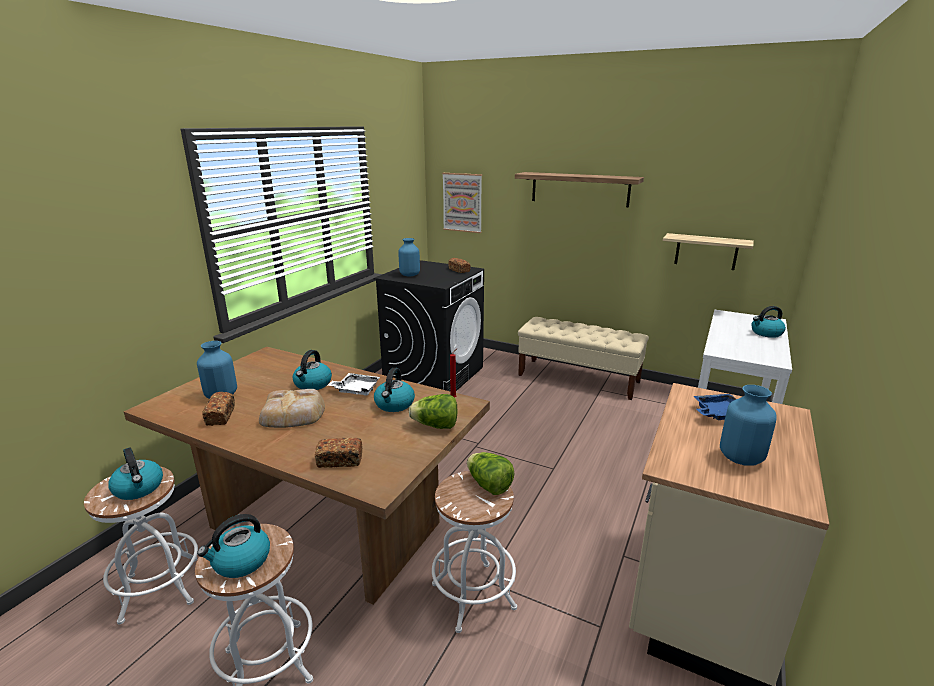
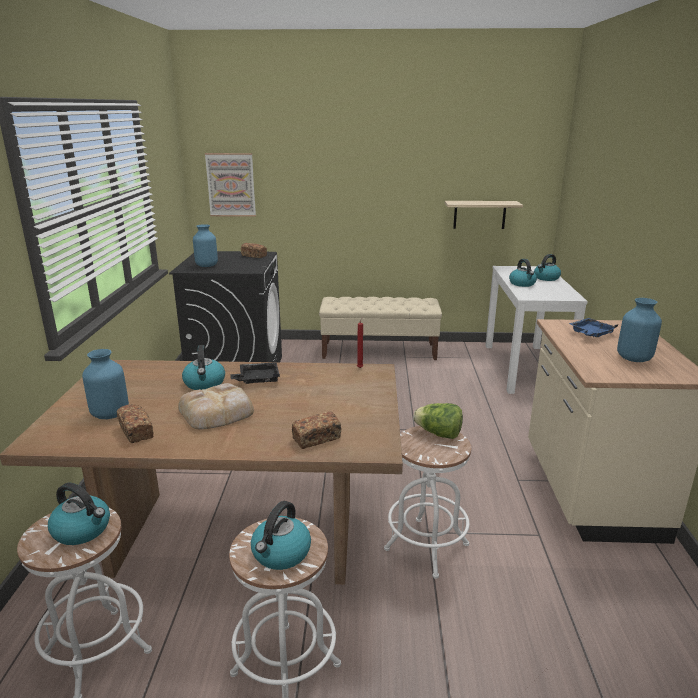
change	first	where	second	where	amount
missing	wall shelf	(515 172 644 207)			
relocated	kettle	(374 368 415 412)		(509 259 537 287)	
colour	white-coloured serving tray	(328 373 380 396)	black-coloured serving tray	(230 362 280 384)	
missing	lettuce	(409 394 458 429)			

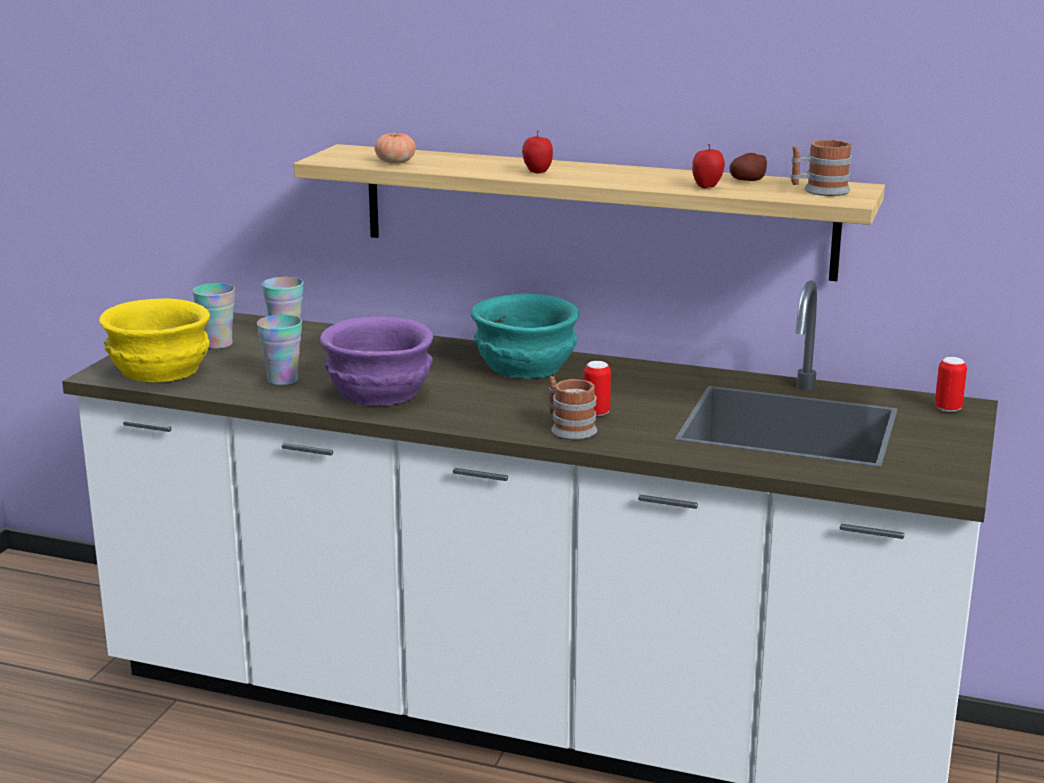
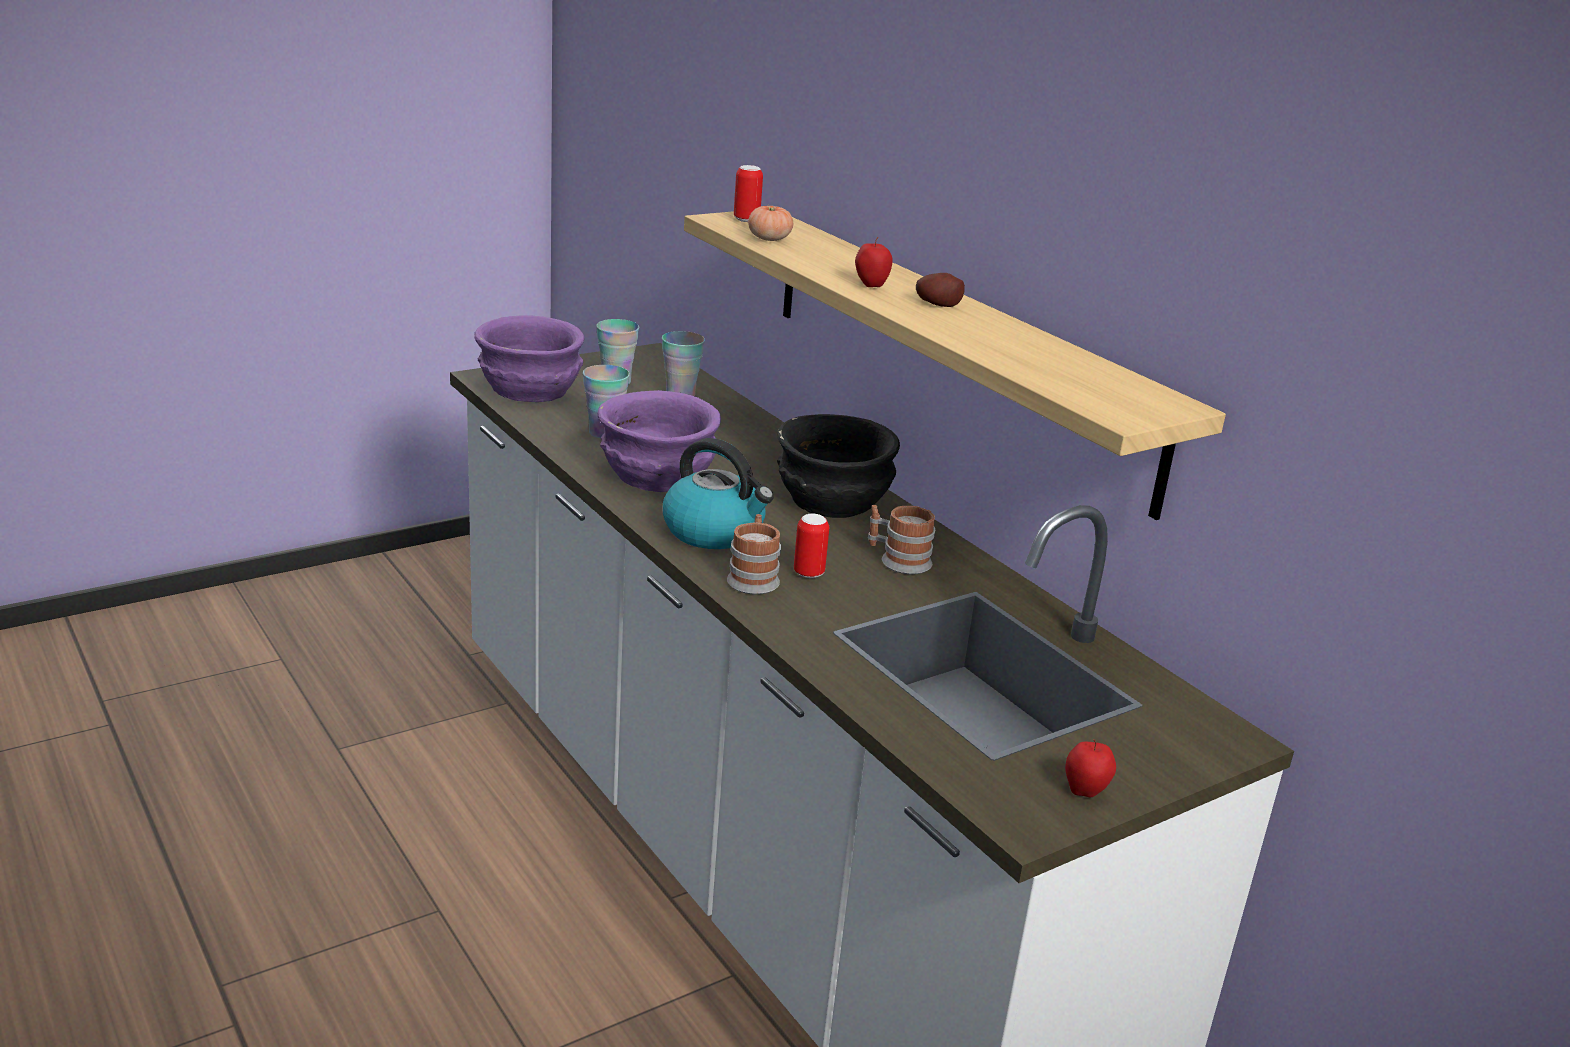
change	first	where	second	where	amount
relocated	mug	(790 139 852 196)		(868 505 935 574)	
relocated	apple	(692 144 725 188)		(1065 739 1116 797)	
relocated	whole potato	(729 153 767 181)		(916 273 965 307)	
colour	turquoise-coloured deep dish	(470 294 579 379)	black-coloured deep dish	(777 414 900 518)	
colour	yellow-coloured deep dish	(99 298 210 382)	purple deep dish	(474 315 584 402)	
relocated	sealed can	(935 357 967 412)		(734 165 763 222)	
appeared			kettle	(663 438 774 549)	

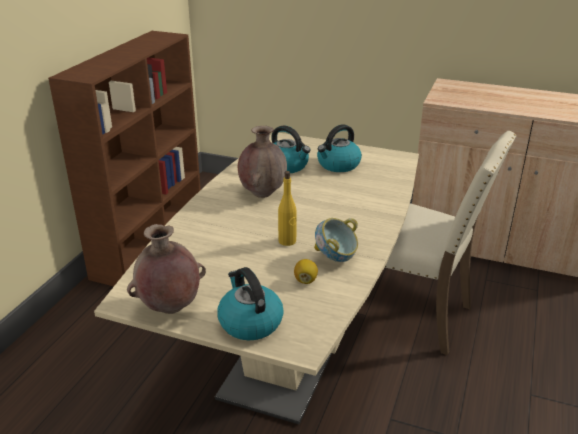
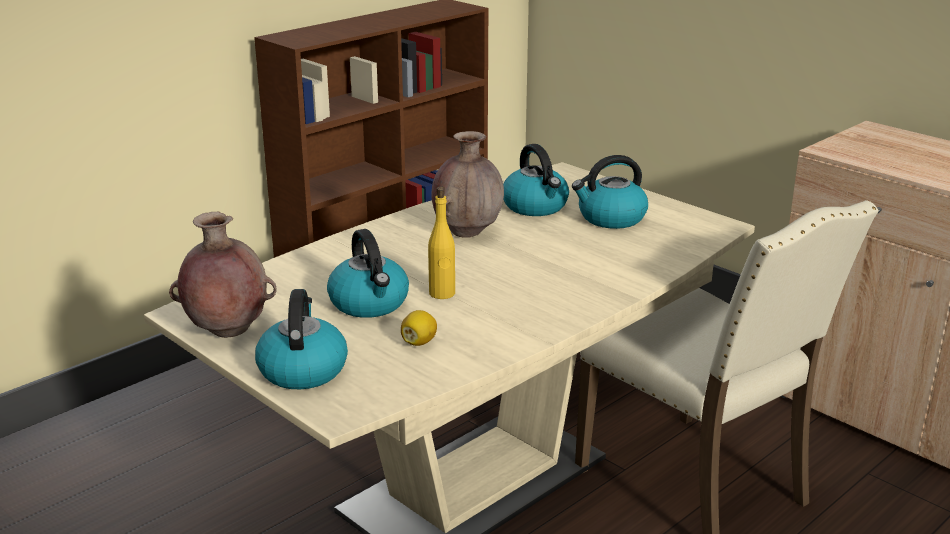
change	first	where	second	where	amount
missing	deep dish	(314 218 358 262)			
appeared			kettle	(327 229 409 318)	

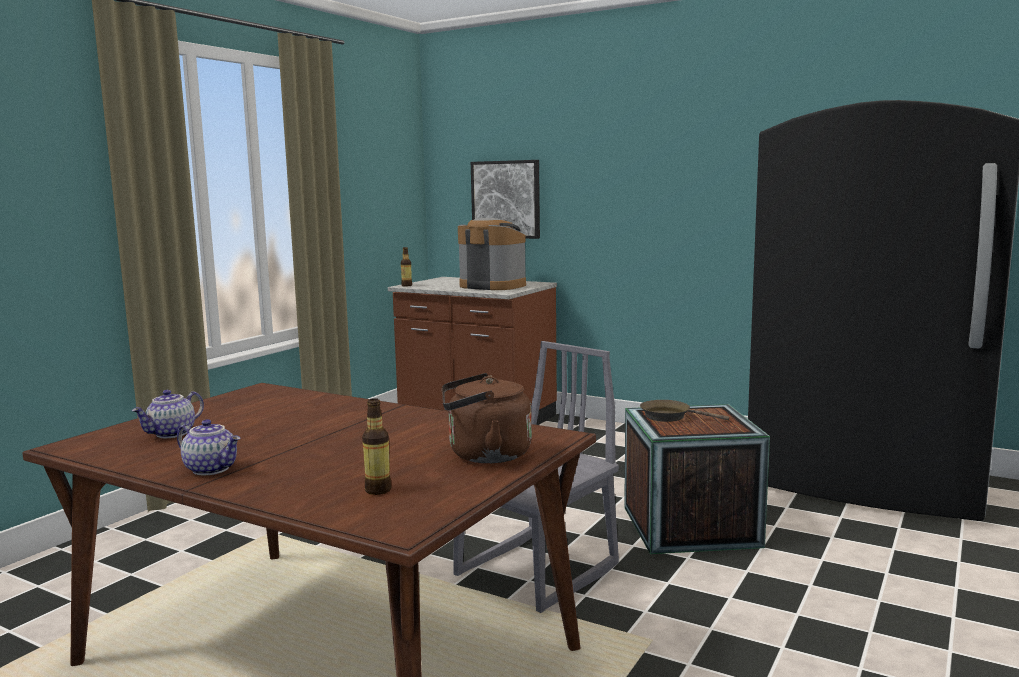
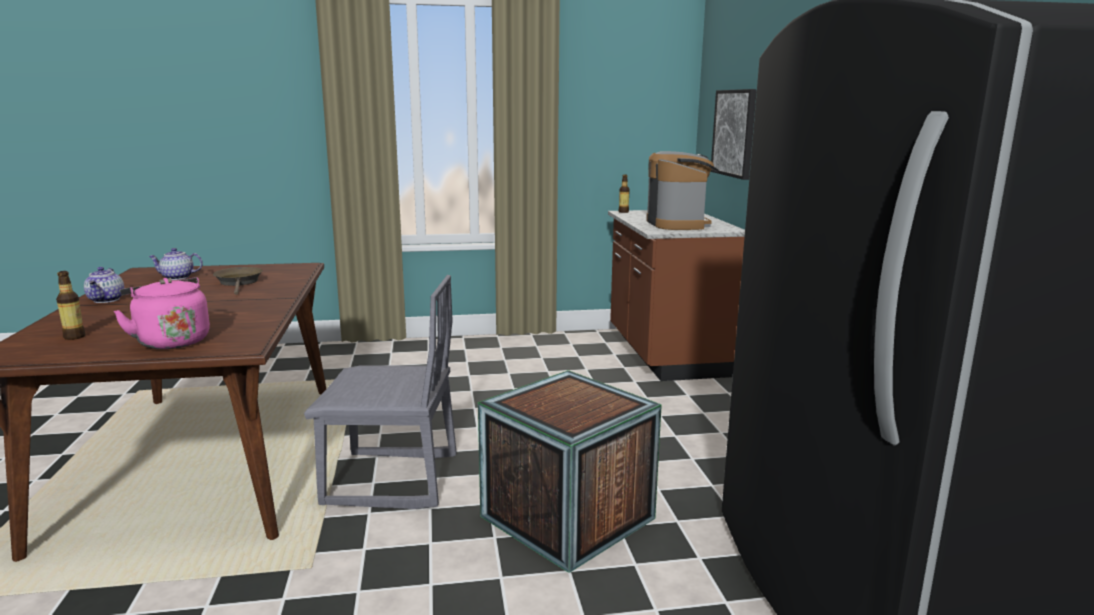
change	first	where	second	where	amount
colour	brown-coloured kettle	(442 373 532 463)	pinkish kettle	(113 277 210 349)	
relocated	brown-coloured skillet	(640 400 729 422)		(213 267 263 295)	

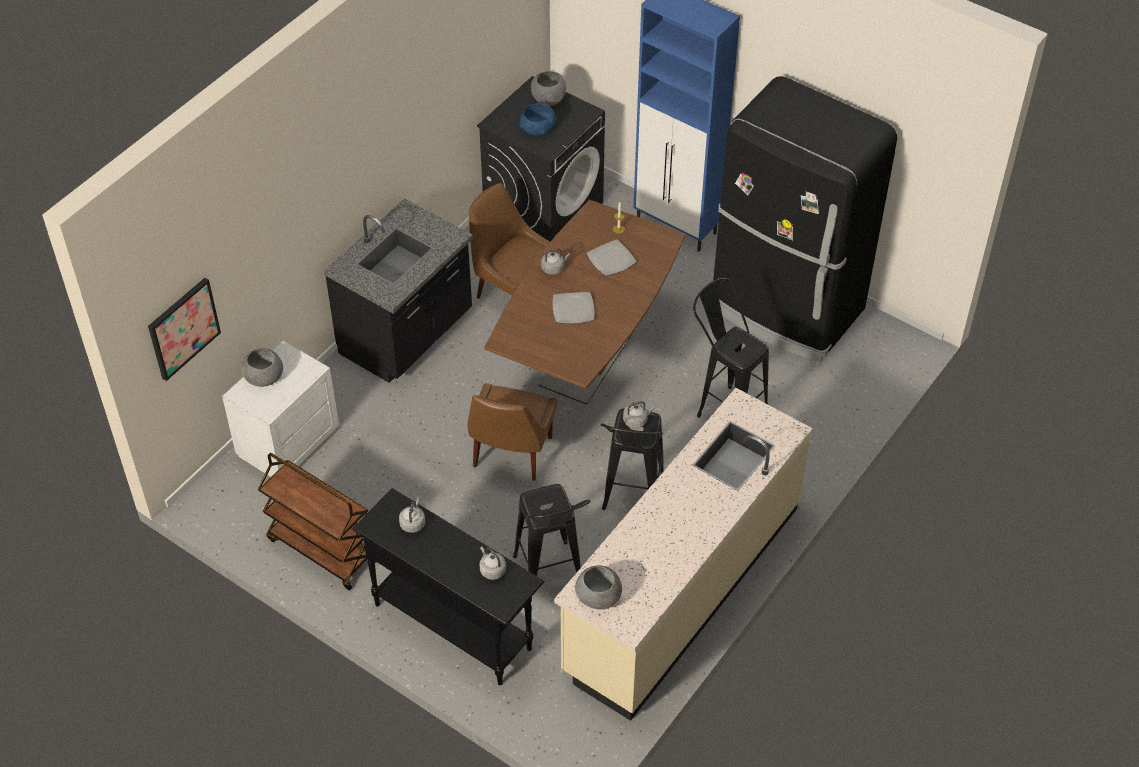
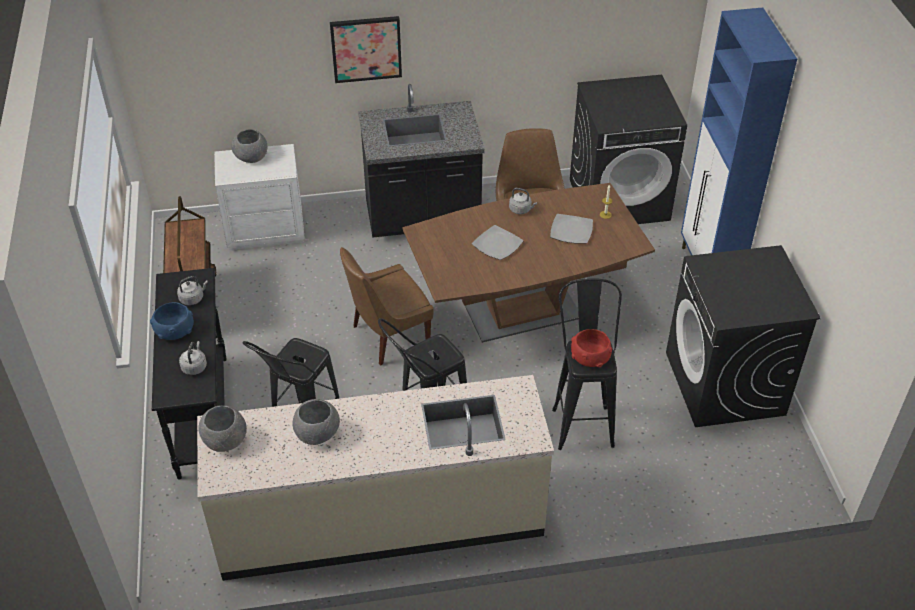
change	first	where	second	where	amount
relocated	greyish deep dish	(531 71 566 106)		(292 399 340 445)	
exchanged	black-coloured fridge	(713 76 897 362)	black-coloured laundry appliance	(666 245 821 427)	
relocated	blue-coloured deep dish	(520 103 557 136)		(150 302 194 340)	
relocated	wall art	(148 278 221 381)		(330 16 402 83)	
missing	greyish kettle	(623 401 655 428)			
appeared			red-coloured deep dish	(571 329 612 367)	

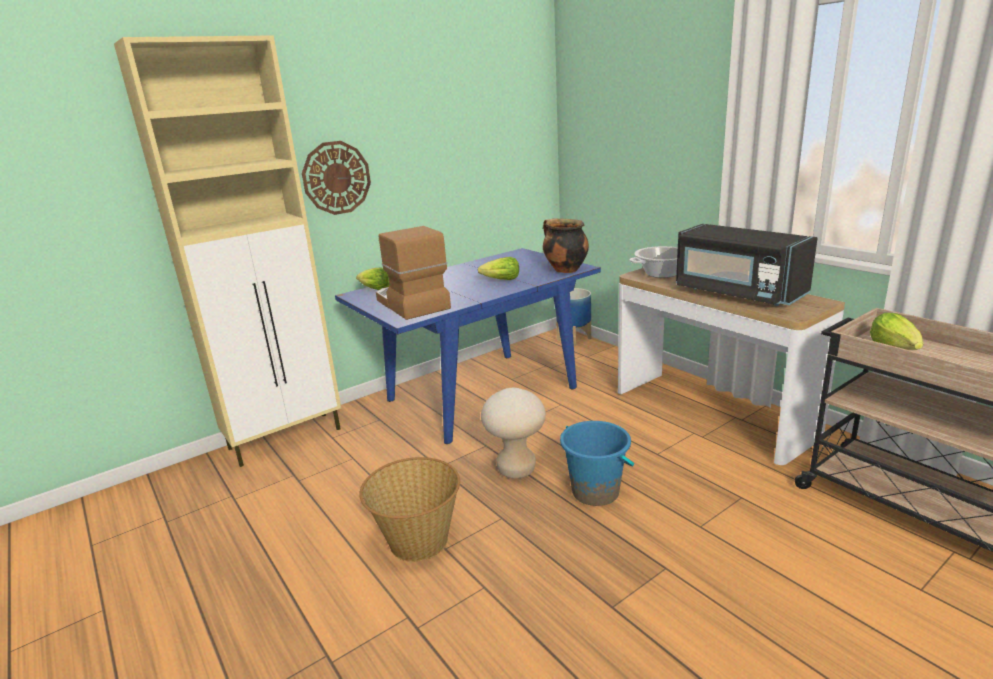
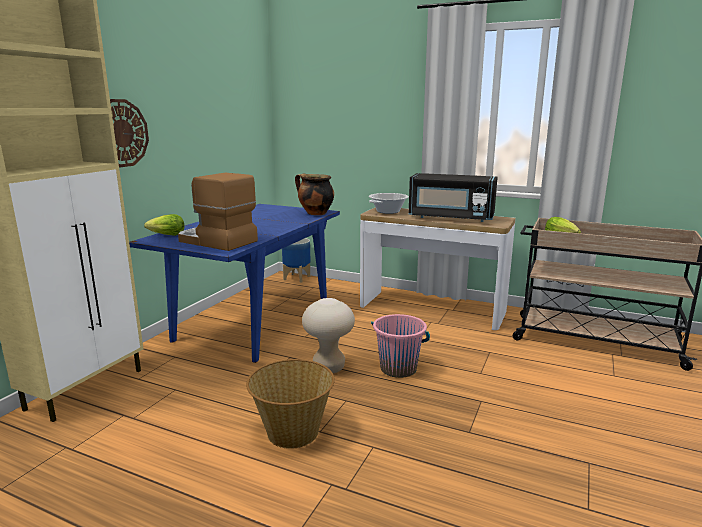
change	first	where	second	where	amount
missing	lettuce	(478 257 519 280)			
colour	blue-coloured pail	(560 421 634 506)	pinkish pail	(371 314 430 378)	

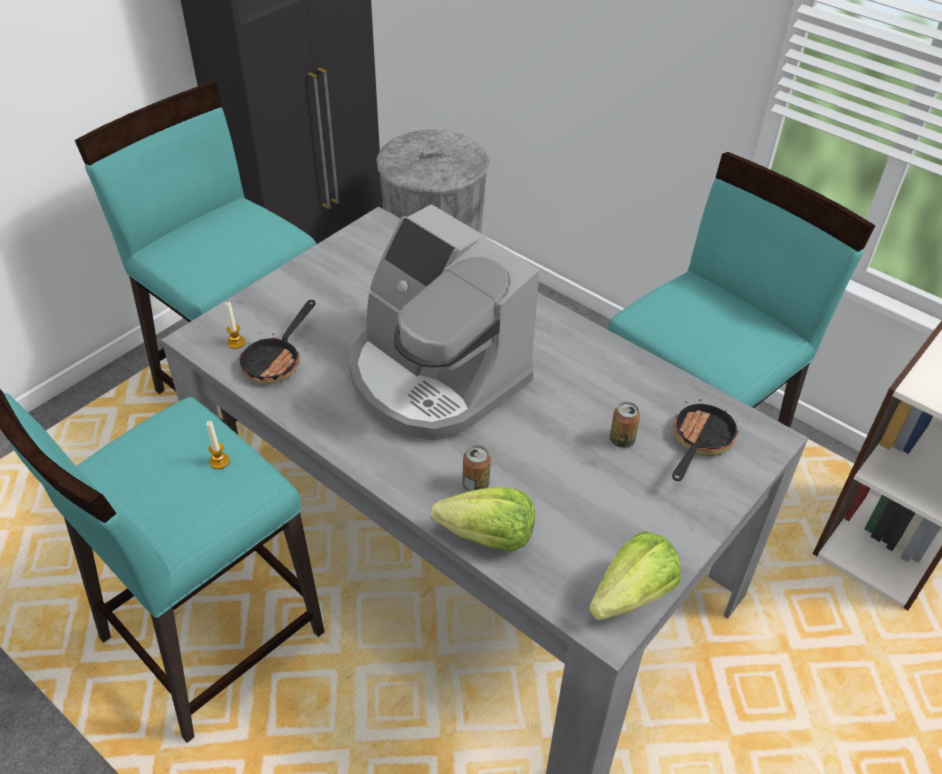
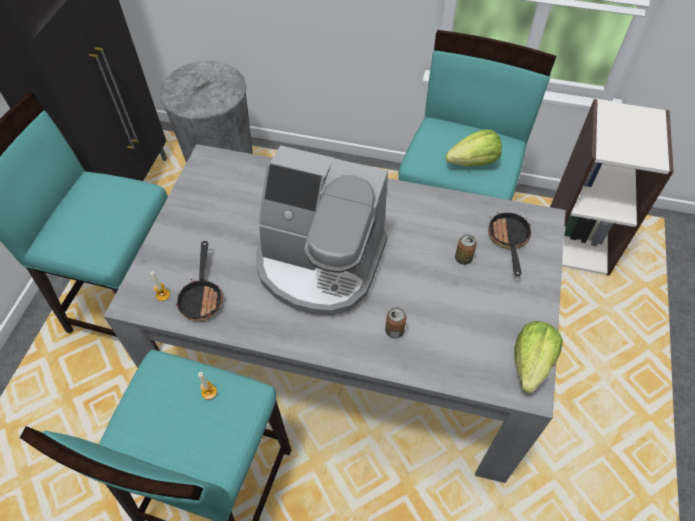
change	first	where	second	where	amount
relocated	lettuce	(431 487 535 551)		(446 129 502 166)	

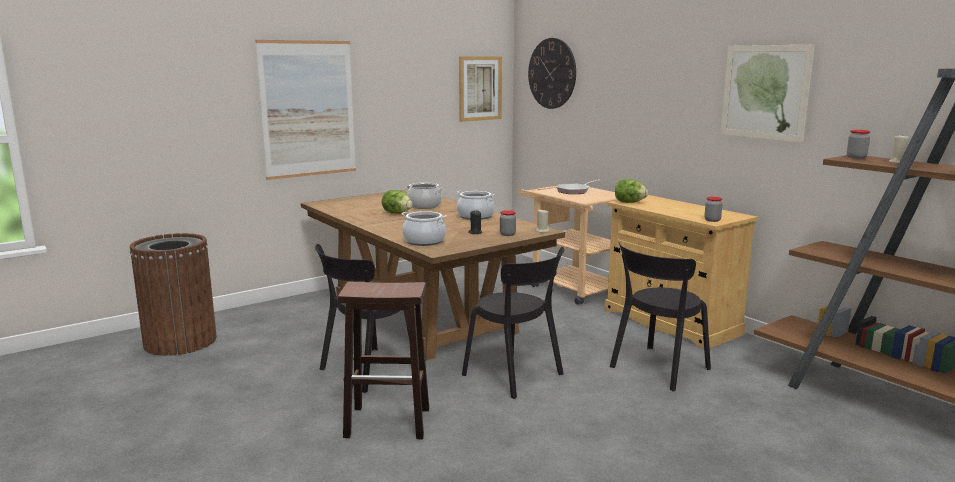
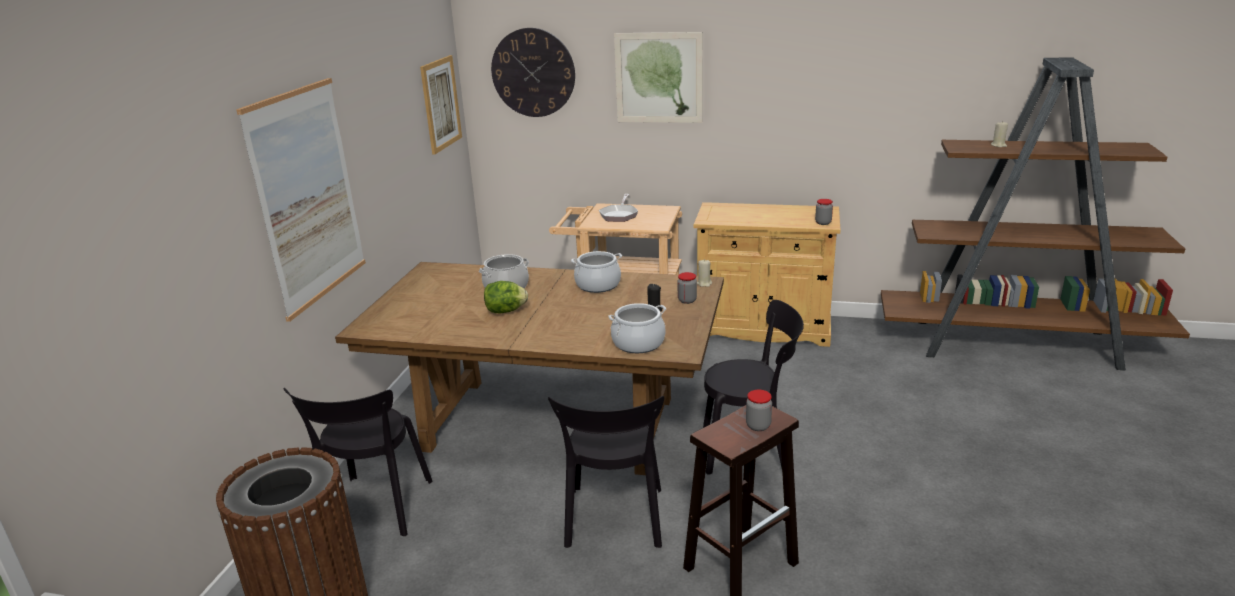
change	first	where	second	where	amount
relocated	wall art	(720 45 815 143)		(614 32 703 123)	
relocated	preserve jar	(847 130 870 159)		(746 390 772 431)	
missing	lettuce	(615 179 648 203)			
relocated	black-coloured plain chair	(610 243 711 392)		(283 388 432 536)	

